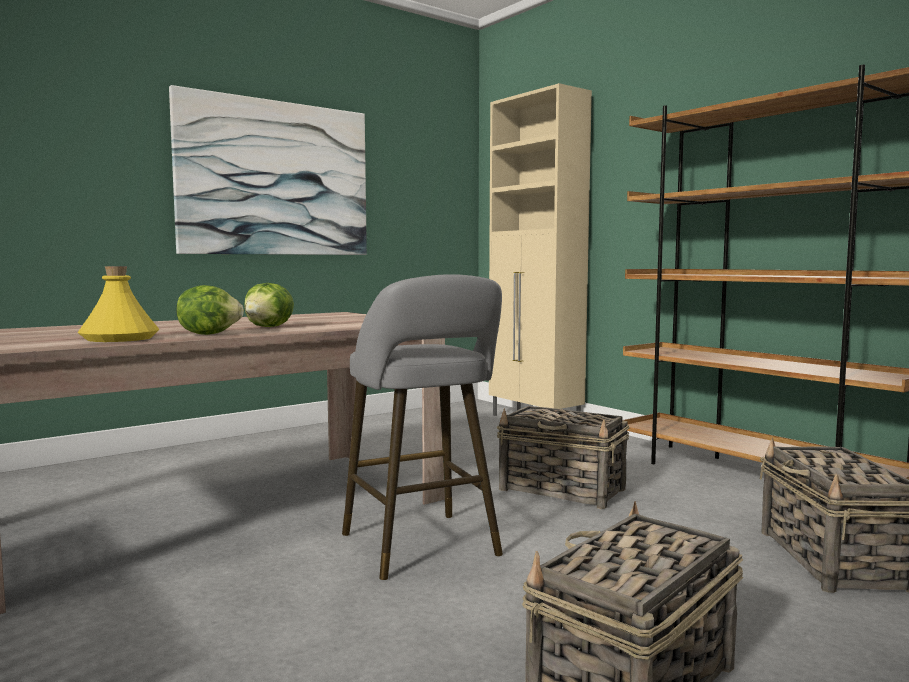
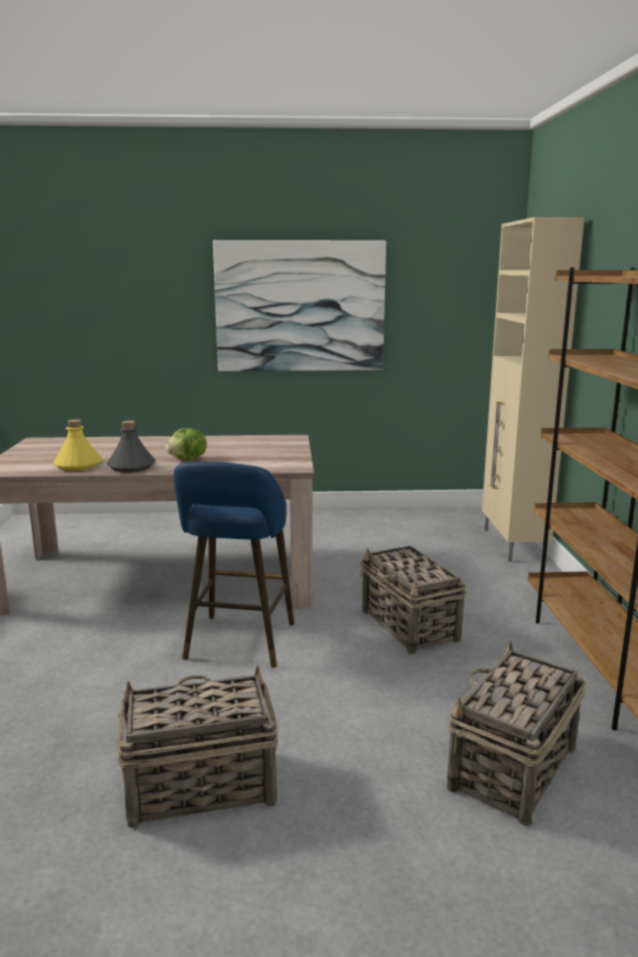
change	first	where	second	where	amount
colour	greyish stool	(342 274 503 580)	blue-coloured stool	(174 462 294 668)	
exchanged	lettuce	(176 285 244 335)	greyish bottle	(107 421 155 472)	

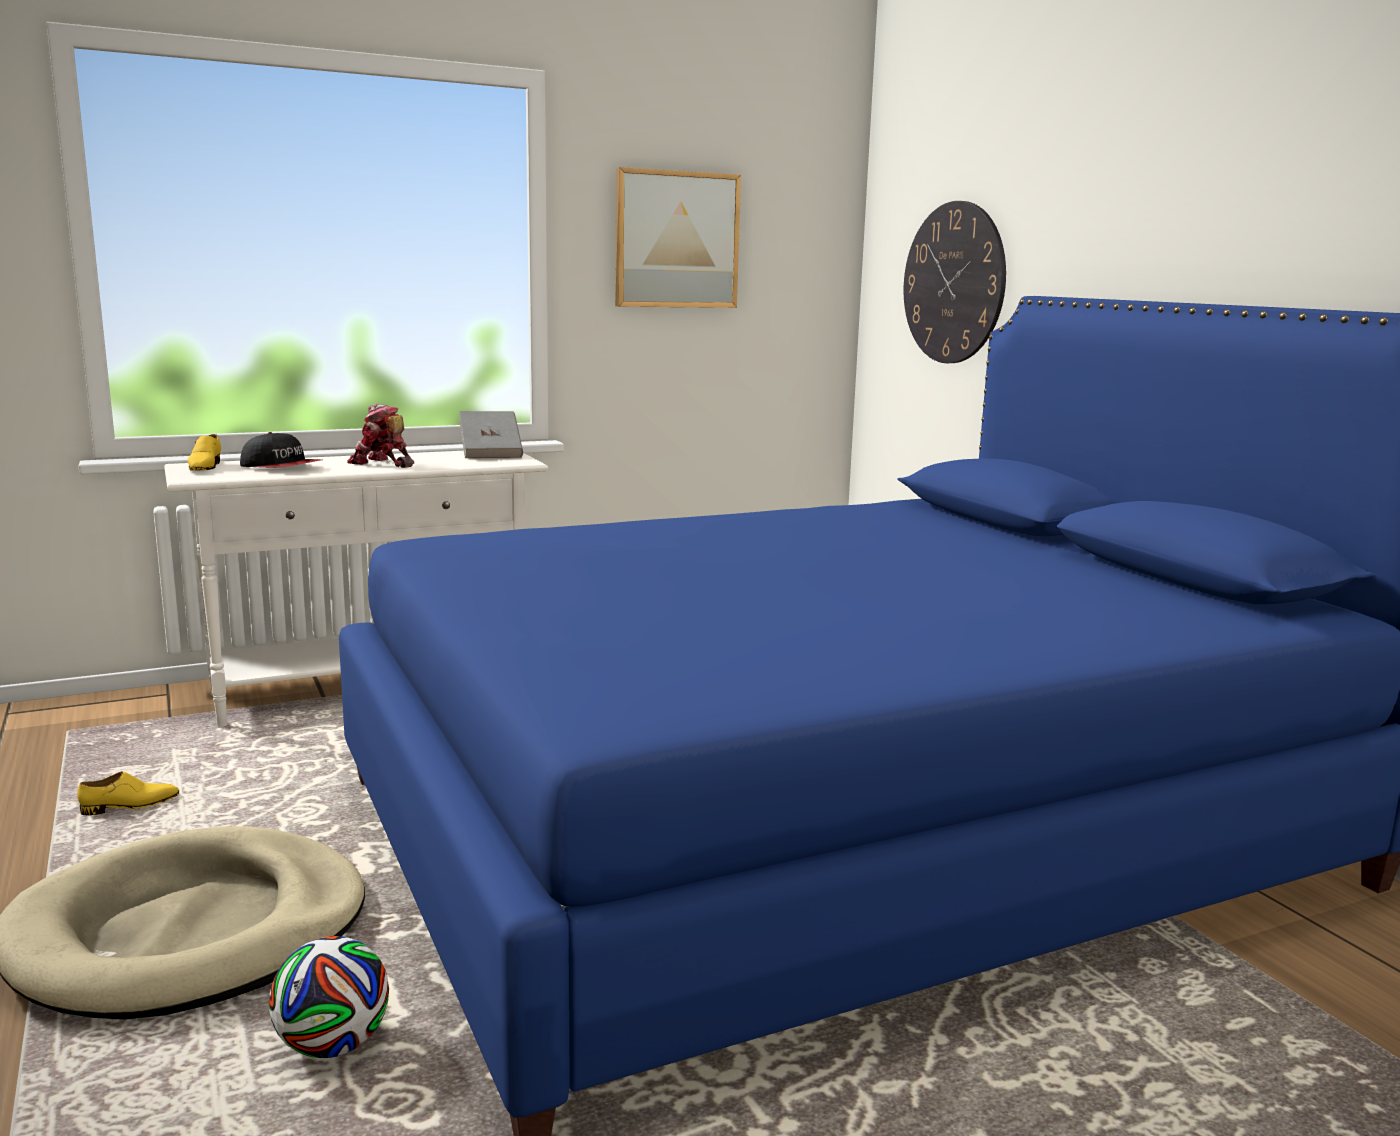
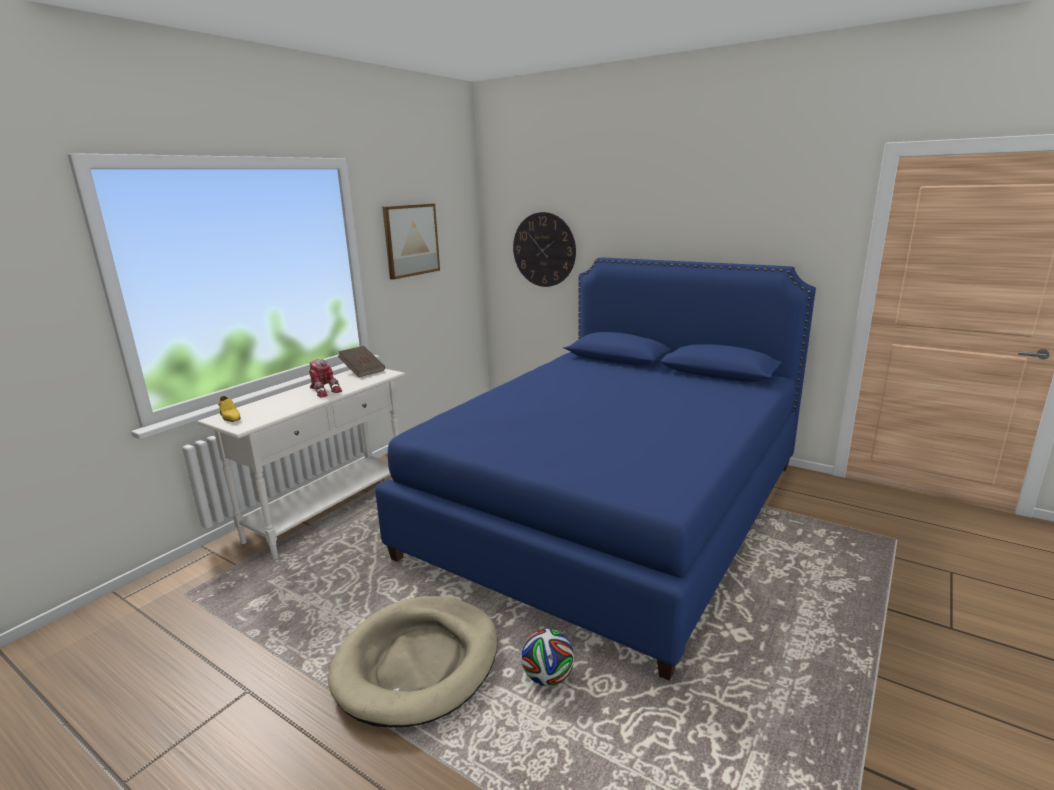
change	first	where	second	where	amount
spun	robot figure	(347 403 414 468)		(309 359 342 398)	135 degrees counterclockwise
colour	greyish bound book	(459 411 523 458)	brown-coloured bound book	(338 346 385 377)	
missing	baseball cap	(240 432 322 468)			
missing	yellow-coloured low shoe	(77 771 179 815)			

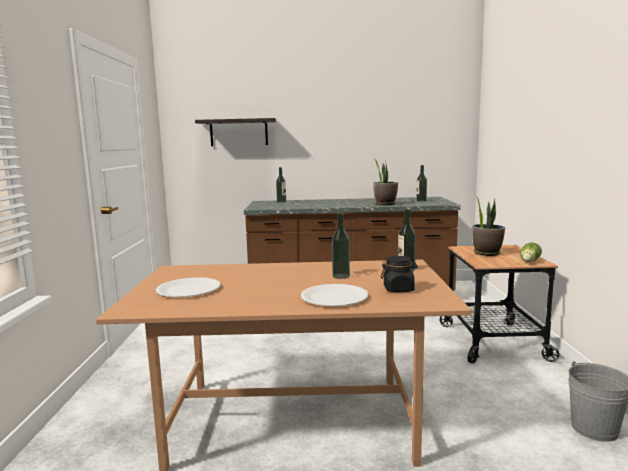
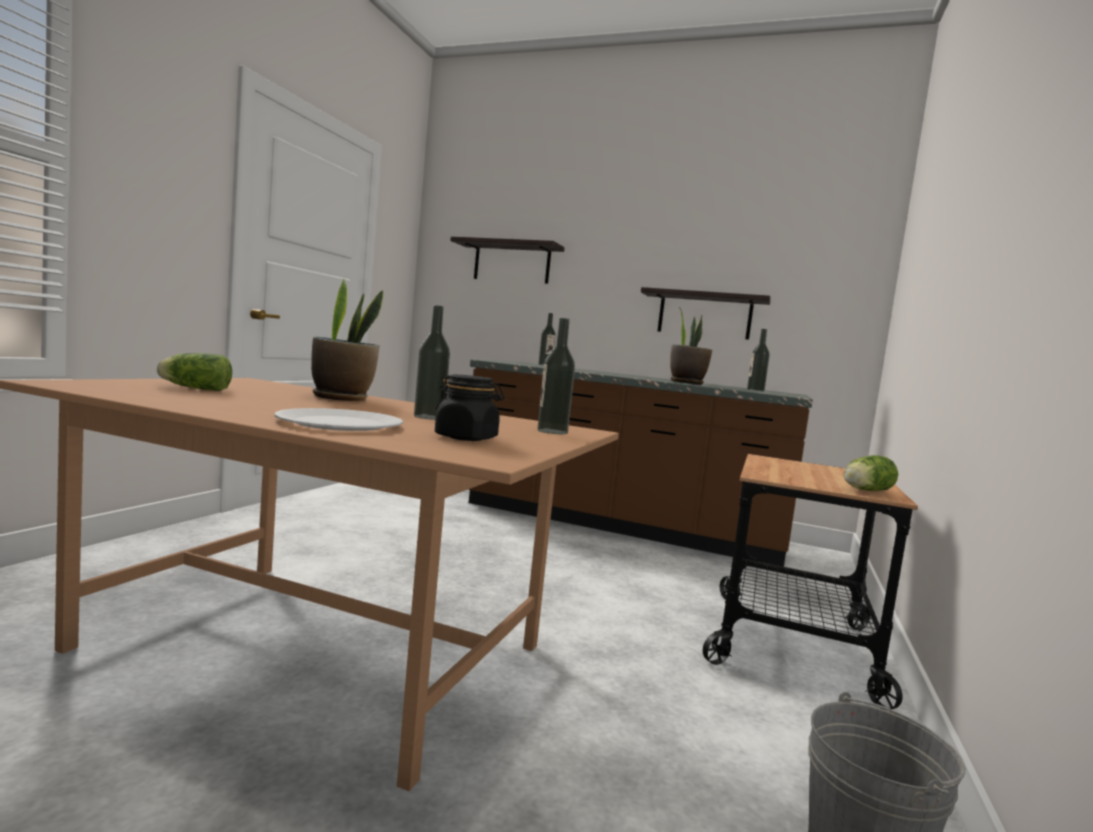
change	first	where	second	where	amount
relocated	plant in a pot	(472 195 505 256)		(311 279 383 401)	
exchanged	white-coloured dinner plate	(156 277 221 297)	lettuce	(157 353 232 391)	
appeared			wall shelf	(641 287 771 340)	

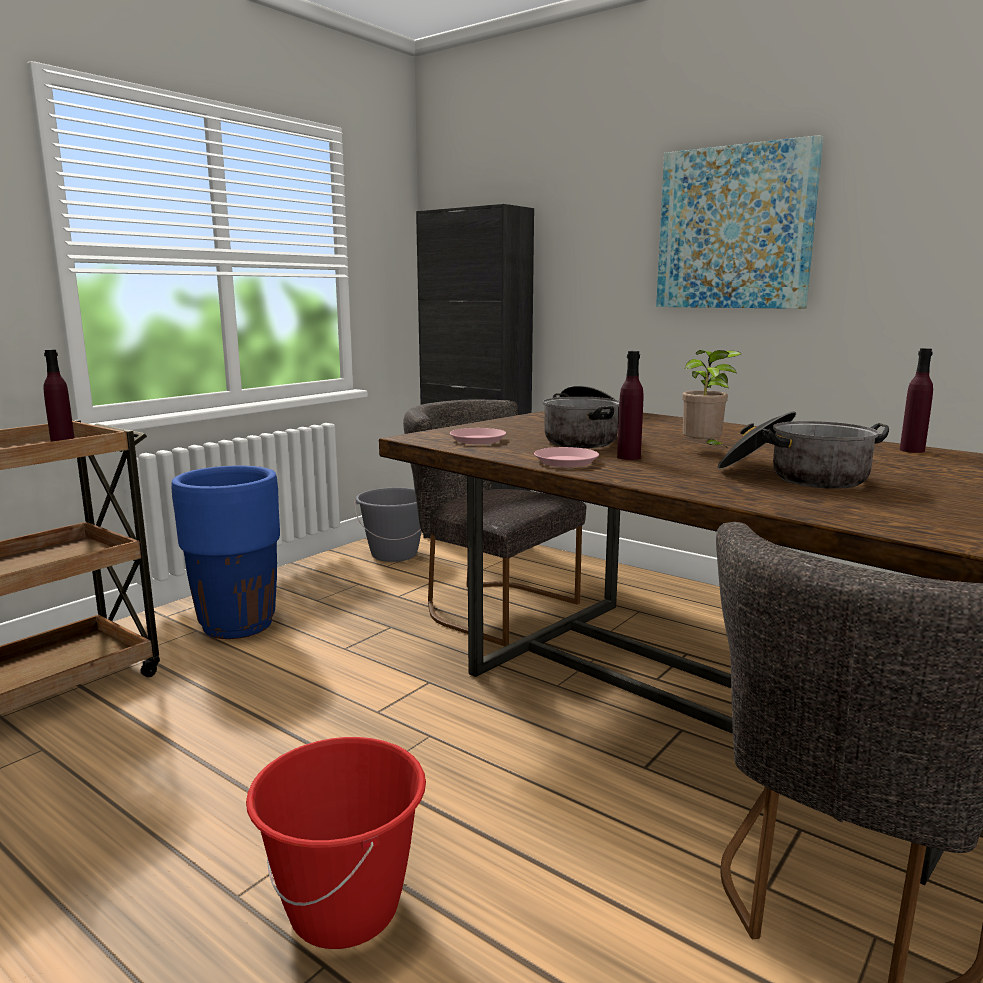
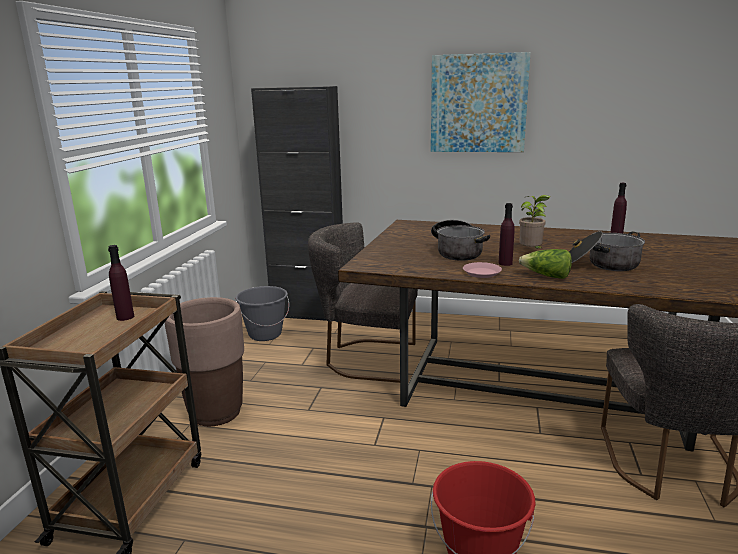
change	first	where	second	where	amount
missing	pinkish dinner plate	(450 428 506 444)			
colour	blue-coloured flower pot	(171 465 280 639)	brown-coloured flower pot	(165 297 244 426)	
appeared			lettuce	(519 249 572 279)	

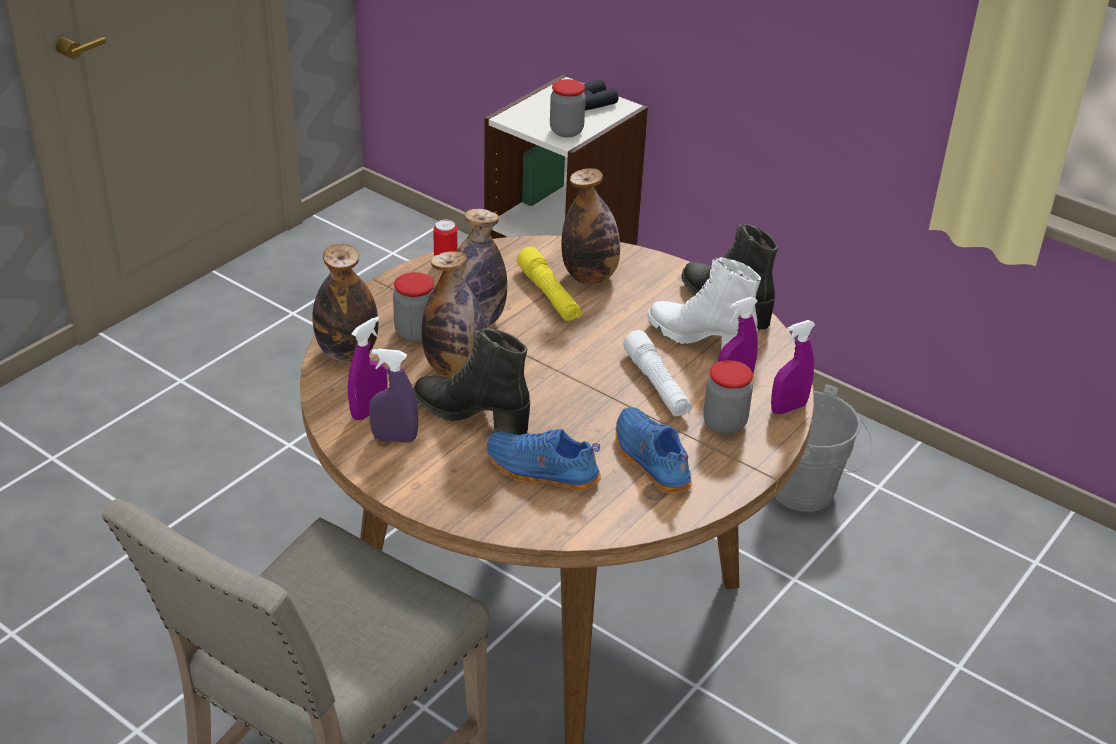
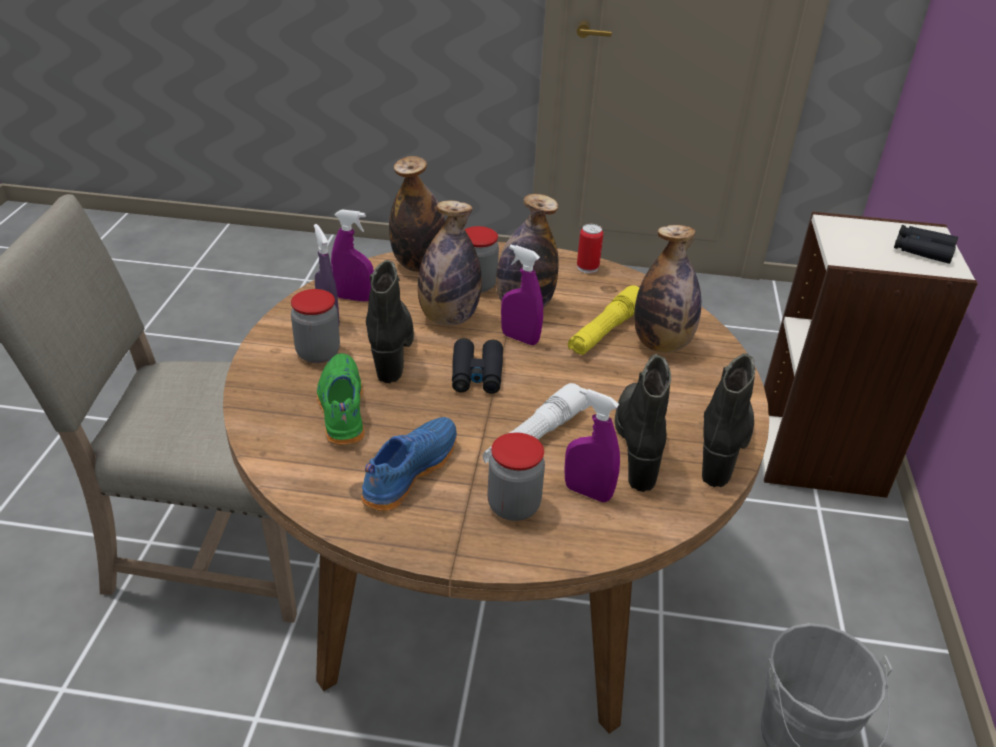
change	first	where	second	where	amount
relocated	preserve jar	(550 79 586 137)		(291 289 340 363)	
colour	white-coloured tall boot	(647 257 761 350)	black-coloured tall boot	(614 354 671 492)	
relocated	purple sprayer	(771 320 816 414)		(501 245 543 345)	
colour	blue-coloured low shoe	(486 429 601 491)	green-coloured low shoe	(317 354 365 445)	
appeared			black-coloured binoculars	(452 338 503 394)	

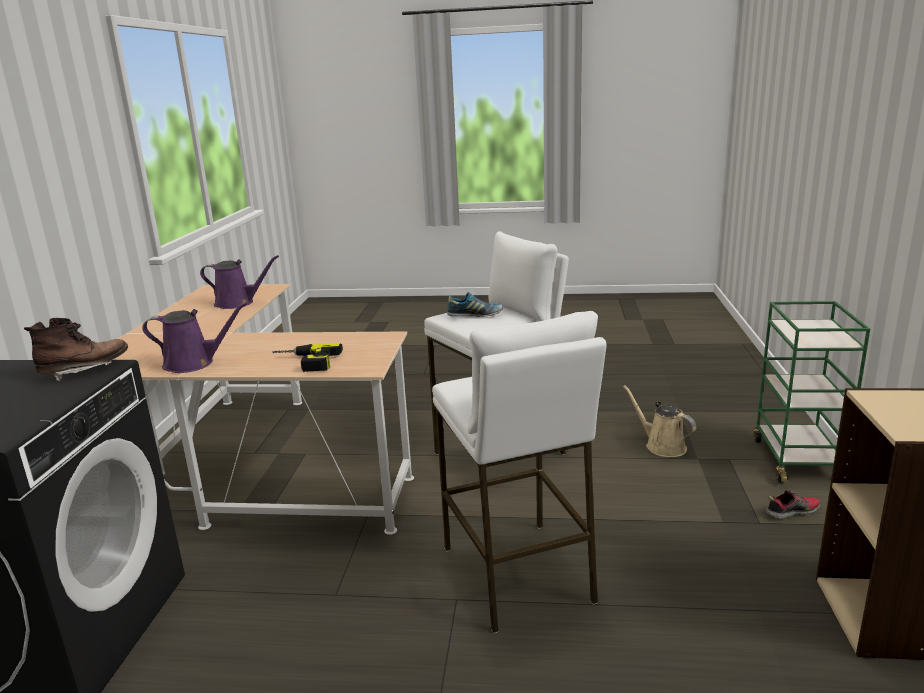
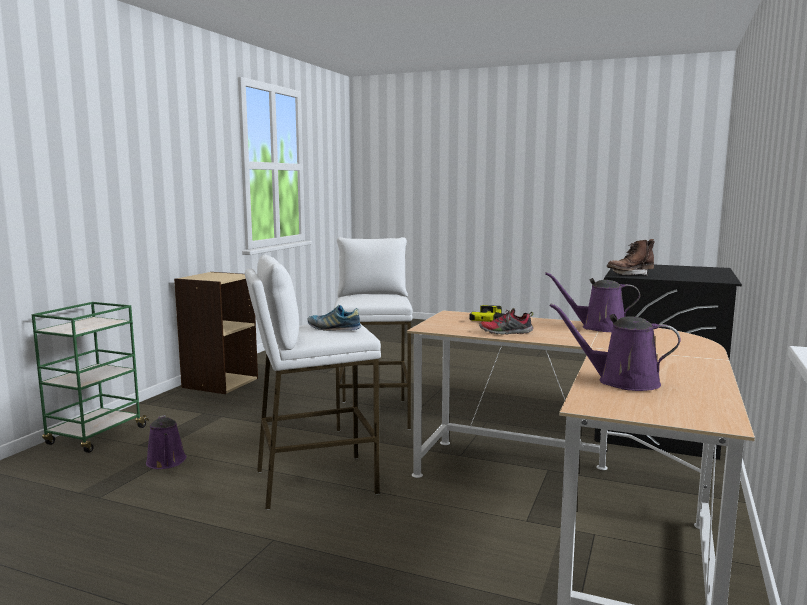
change	first	where	second	where	amount
colour	beige sprinkling can	(623 385 696 457)	purple sprinkling can	(146 415 187 469)	
relocated	low shoe	(766 489 820 519)		(479 308 533 335)	

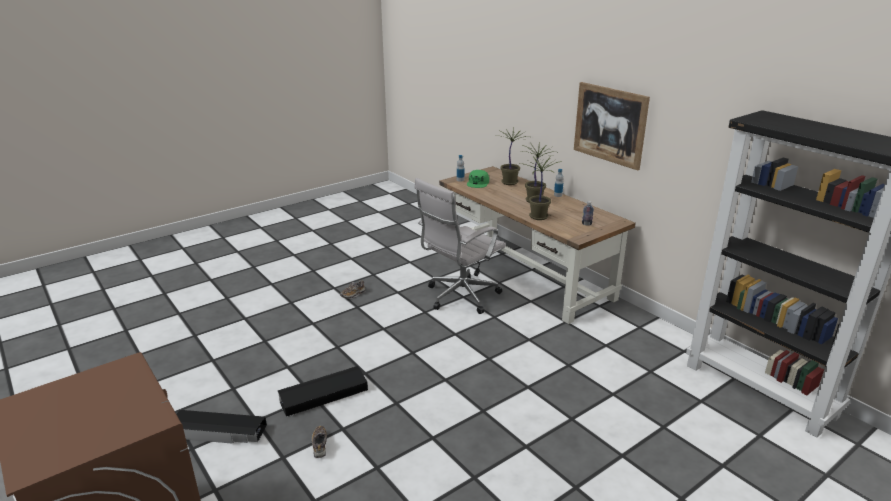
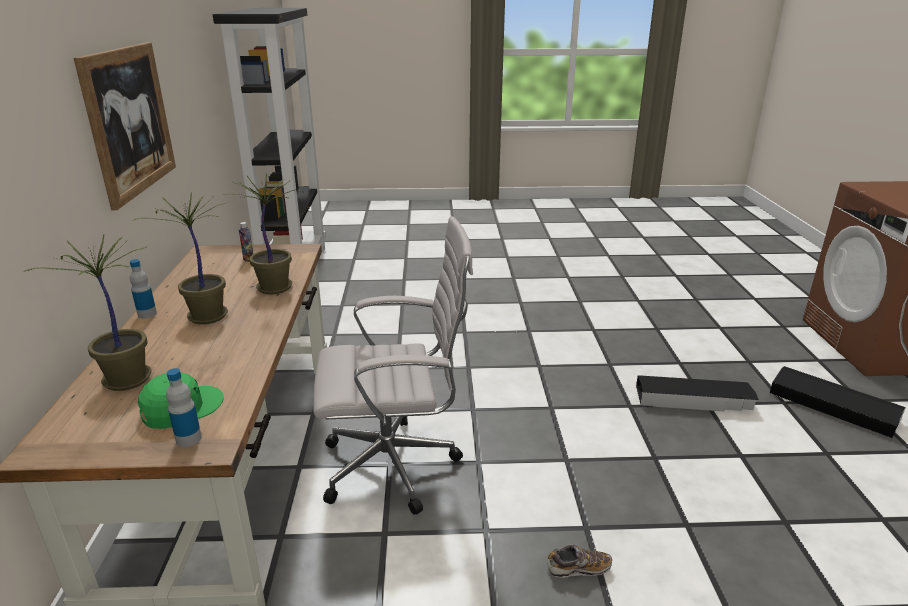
change	first	where	second	where	amount
missing	low shoe	(312 426 327 458)			

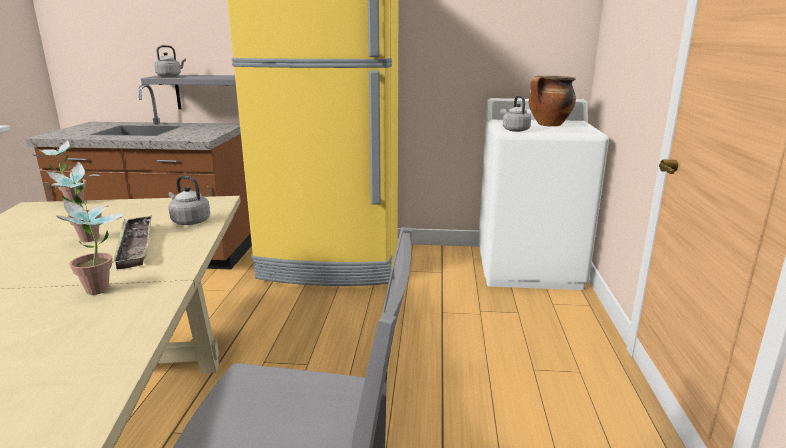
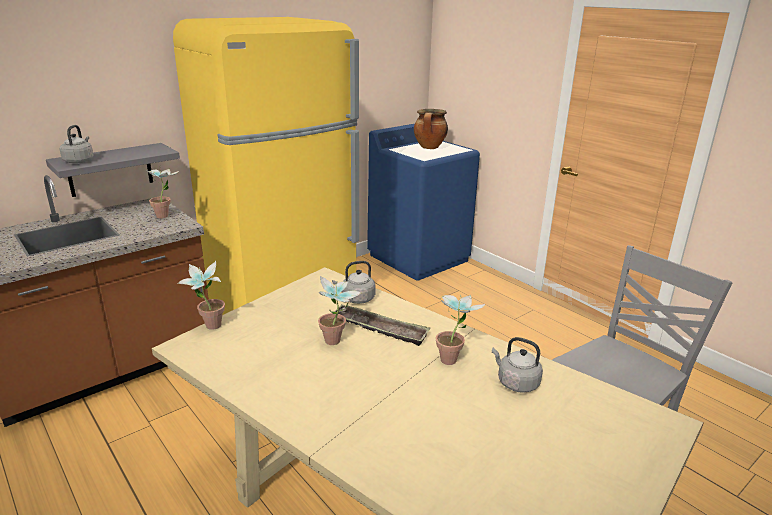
change	first	where	second	where	amount
relocated	greyish kettle	(503 95 531 132)		(492 337 543 393)	
colour	white-coloured laundry appliance	(478 98 609 290)	blue-coloured laundry appliance	(367 124 480 281)	
appeared			plant in a pot	(146 168 179 218)	

